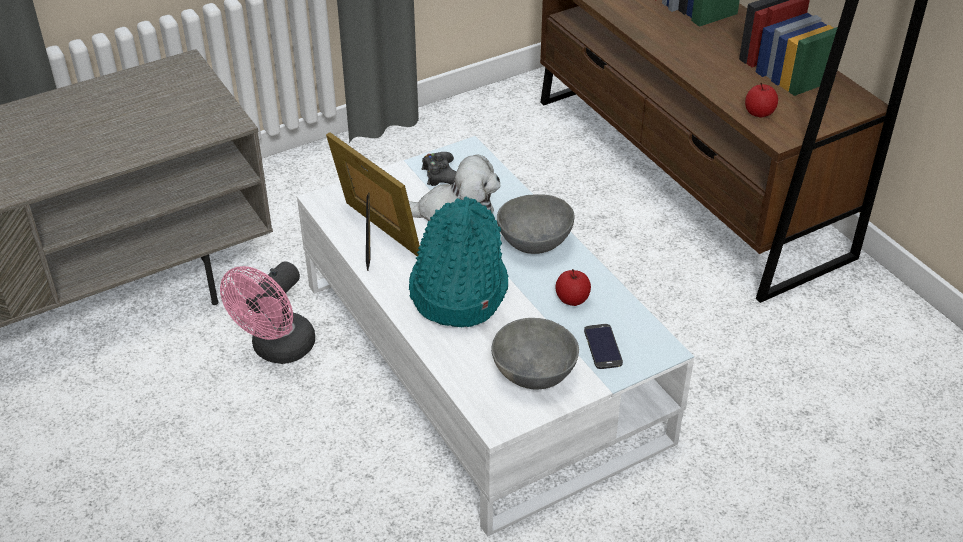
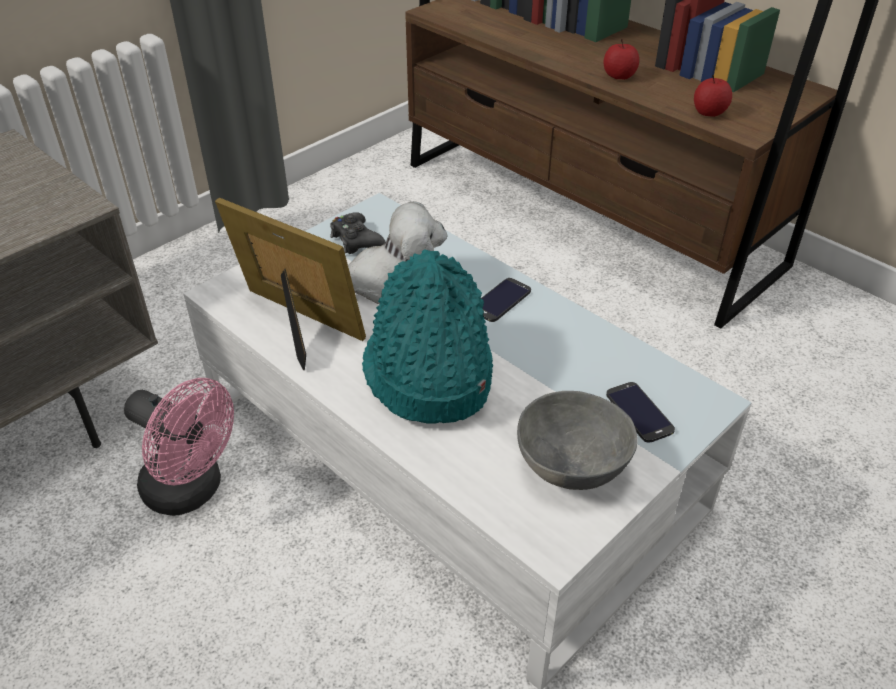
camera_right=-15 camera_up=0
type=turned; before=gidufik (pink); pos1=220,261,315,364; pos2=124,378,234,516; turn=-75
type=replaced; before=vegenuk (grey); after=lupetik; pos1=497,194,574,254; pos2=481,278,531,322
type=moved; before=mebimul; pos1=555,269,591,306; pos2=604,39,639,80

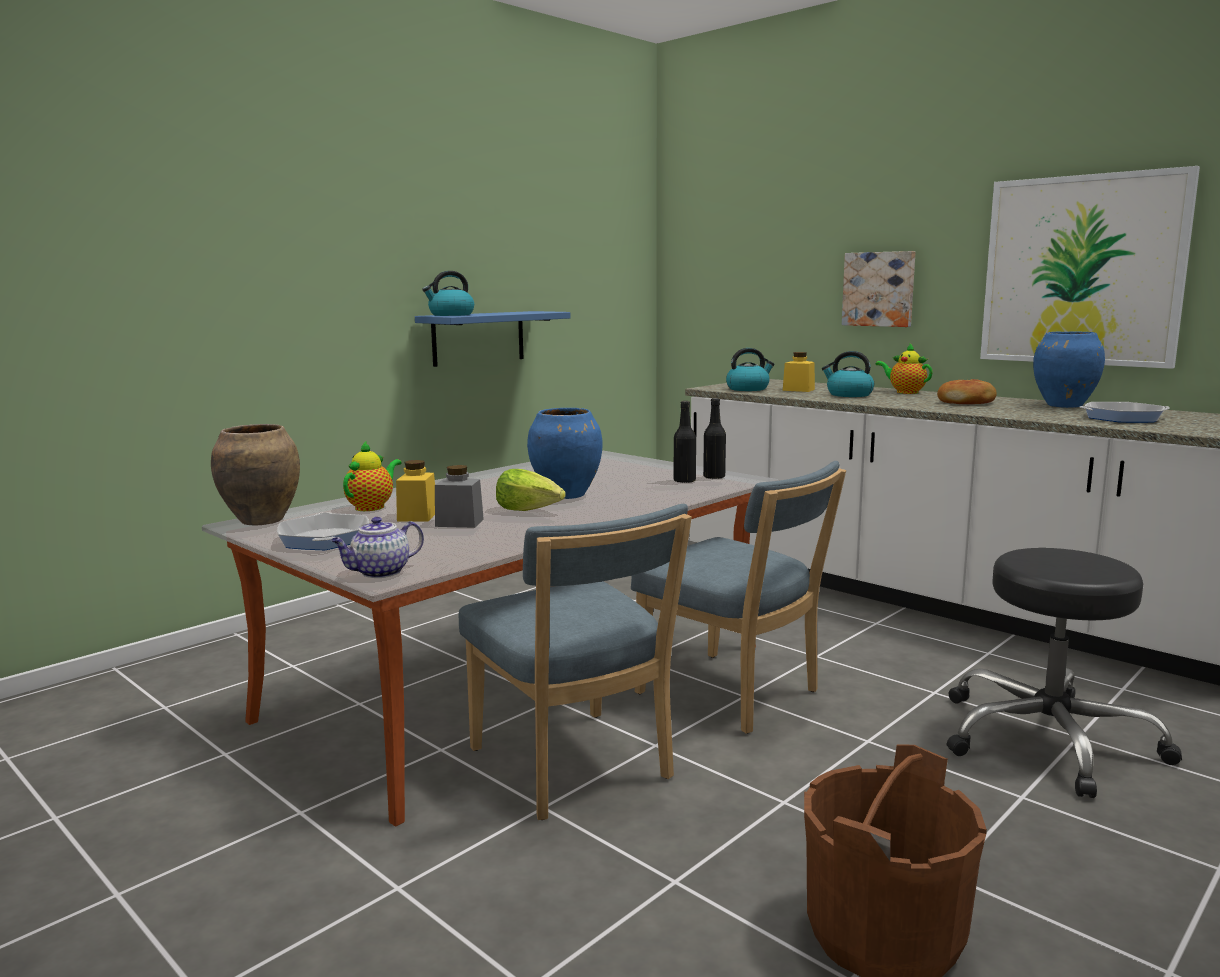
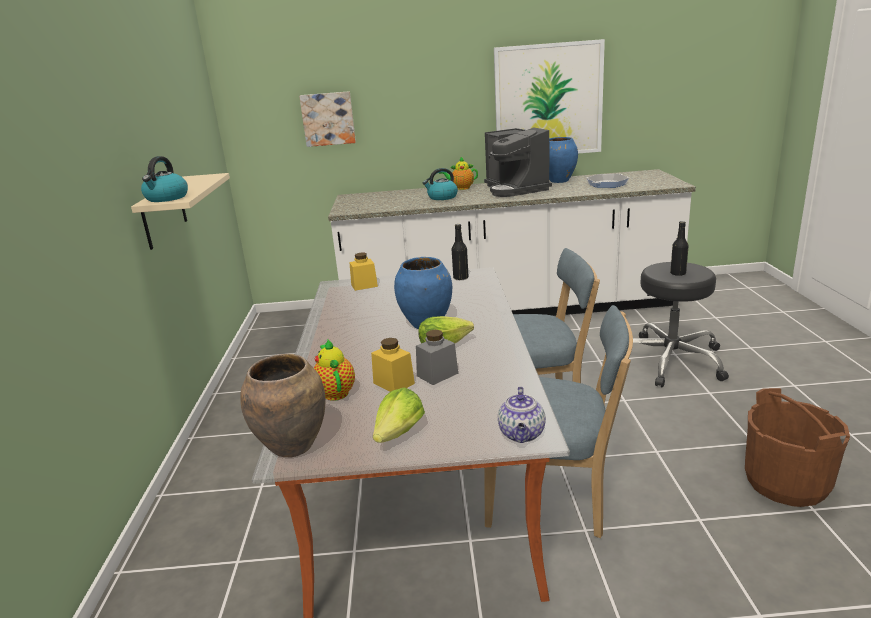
camera_right=-45 camera_up=10
type=recoloured; before=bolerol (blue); after=bolerol (beige); pos1=415,311,571,367; pos2=131,173,230,250
type=moved; before=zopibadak; pos1=842,251,916,327; pos2=299,91,356,147
type=moved; before=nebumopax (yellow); pos1=783,352,815,392; pos2=349,253,378,291
type=replaced; before=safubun; after=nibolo; pos1=277,512,369,550; pos2=373,387,425,443
type=replaced; before=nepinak; after=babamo; pos1=937,379,997,404; pos2=484,127,552,197
type=moved; before=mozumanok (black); pos1=673,401,696,483; pos2=670,221,689,276
type=removed; before=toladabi; pos1=726,348,774,391

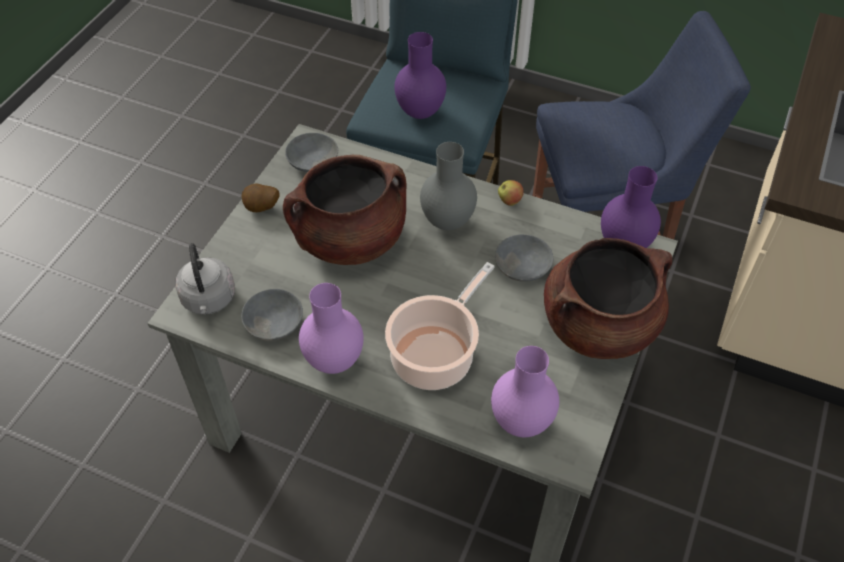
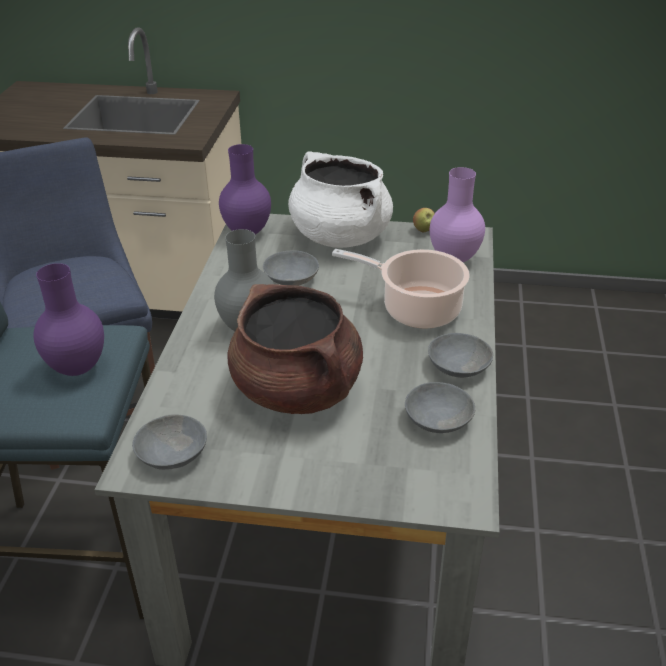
camera_right=-105 camera_up=-15
type=recoloured; before=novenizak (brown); after=novenizak (white); pos1=544,238,672,359; pos2=288,151,393,248
type=moved; before=mebimul; pos1=498,180,524,206; pos2=413,208,435,233
type=replaced; before=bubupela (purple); after=vegenuk (grey); pos1=299,283,364,374; pos2=428,333,493,378
type=removed; before=toladabi (grey); pos1=175,243,235,315
type=removed; before=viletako; pos1=242,183,280,212

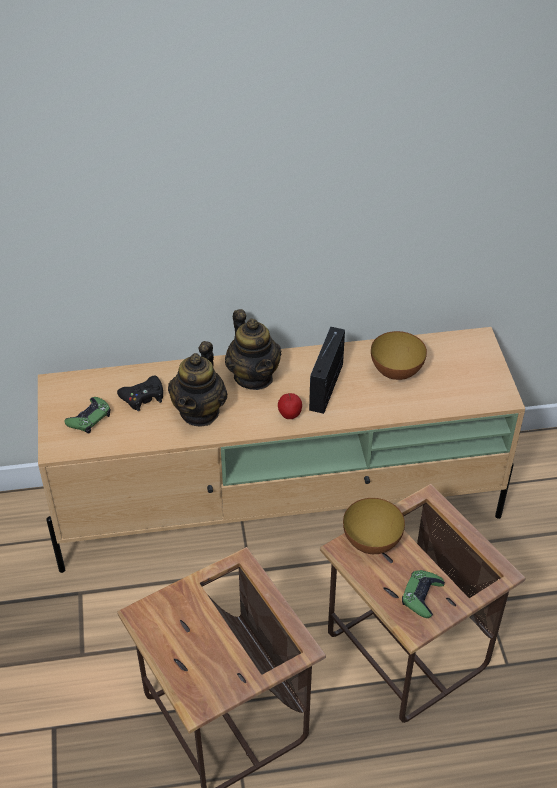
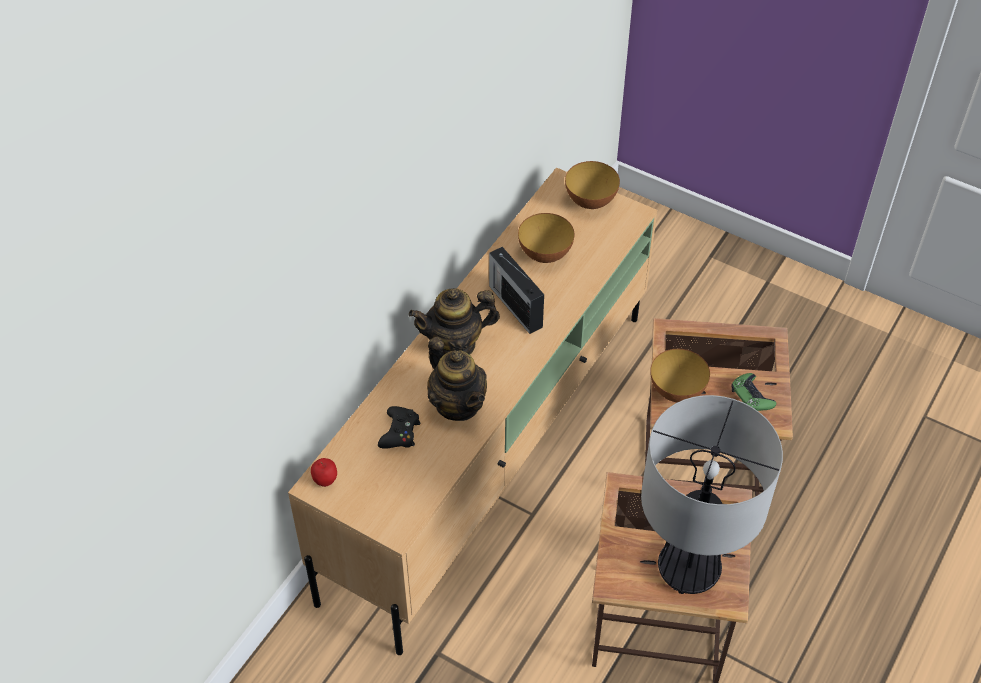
camera_right=-50 camera_up=5
type=moved; before=mebimul; pos1=278,393,302,419; pos2=311,458,337,487
type=turned; before=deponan; pos1=225,309,281,390; pos2=409,288,500,355; turn=150
type=added; after=vegenuk; pos2=565,161,620,209
type=added; after=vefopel; pos2=641,395,783,594
type=removed; before=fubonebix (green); pos1=64,397,111,434

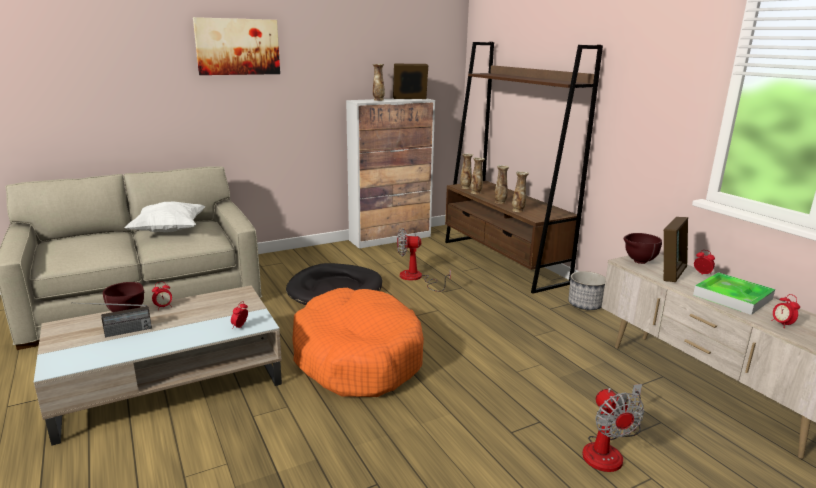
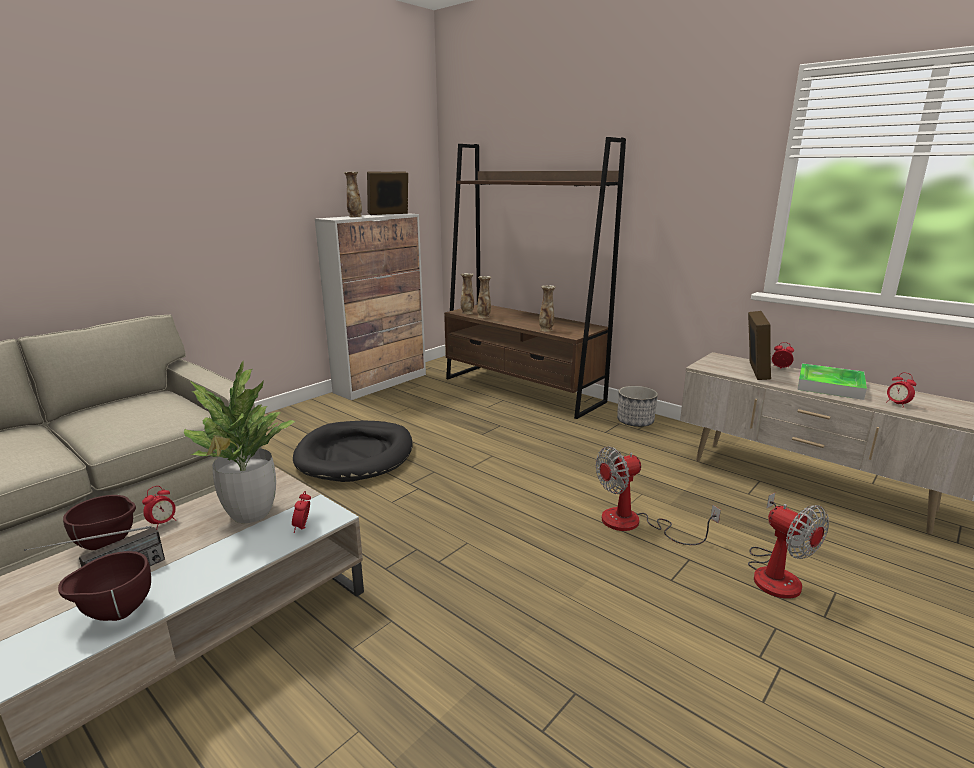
camera_right=-20 camera_up=0
type=moved; before=vegenuk (brown); pos1=624,233,662,264; pos2=58,551,151,621
type=added; after=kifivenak; pos2=184,360,296,523
type=moved; before=gidufik; pos1=397,228,451,292; pos2=595,447,721,545
type=removed; before=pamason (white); pos1=124,202,206,232
type=removed; before=zopibadak; pos1=193,17,280,75
type=removed; before=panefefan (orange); pos1=292,288,424,397
type=removed; before=bubupela; pos1=494,165,509,204

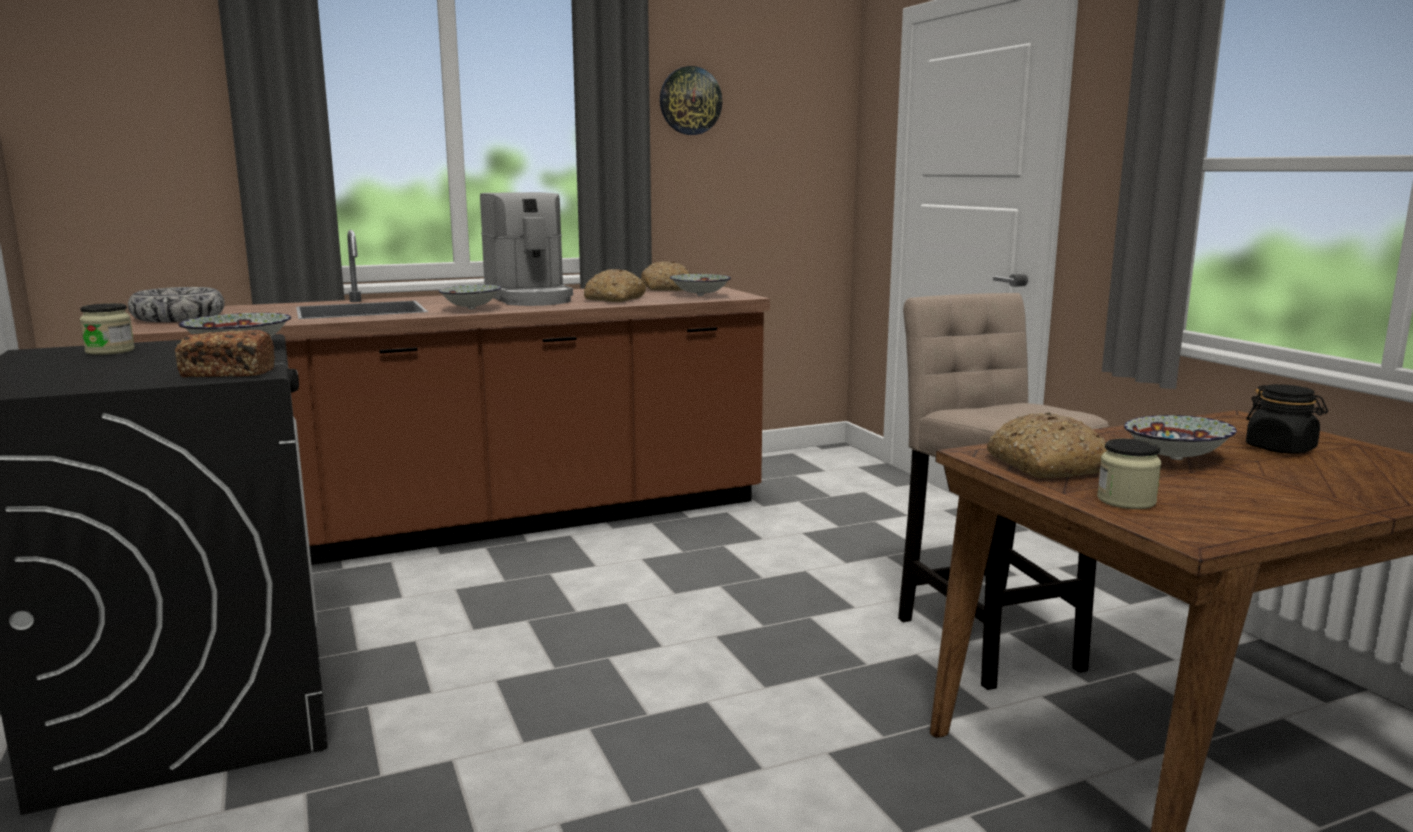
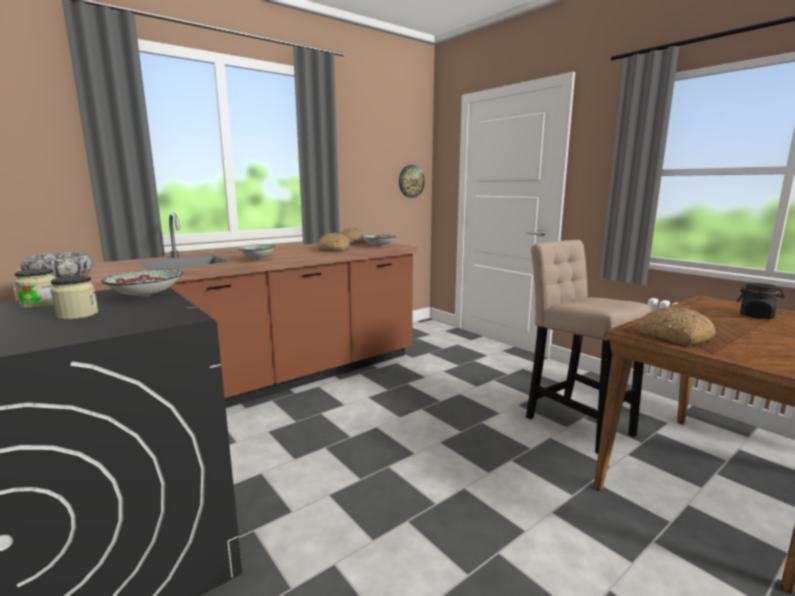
camera_right=-15 camera_up=0
type=moved; before=nebumopax; pos1=1097,438,1161,509; pos2=50,275,98,320
type=moved; before=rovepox; pos1=660,66,722,135; pos2=399,165,425,198
type=removed; before=nepinak; pos1=175,330,275,377
type=removed; before=babamo; pos1=480,192,573,306
type=removed; before=vegenuk; pos1=1124,415,1237,460

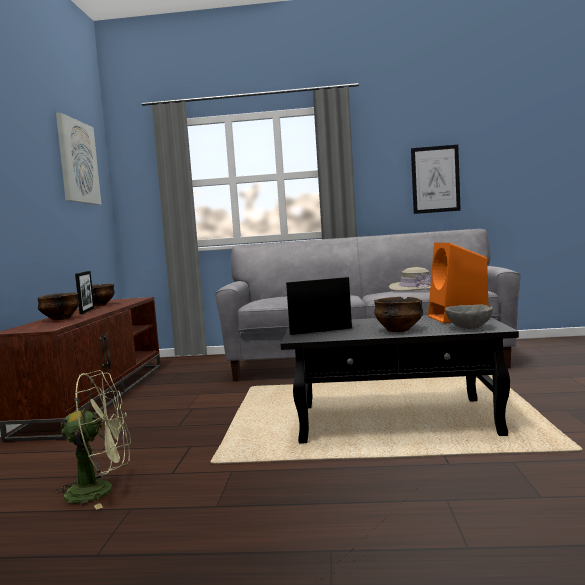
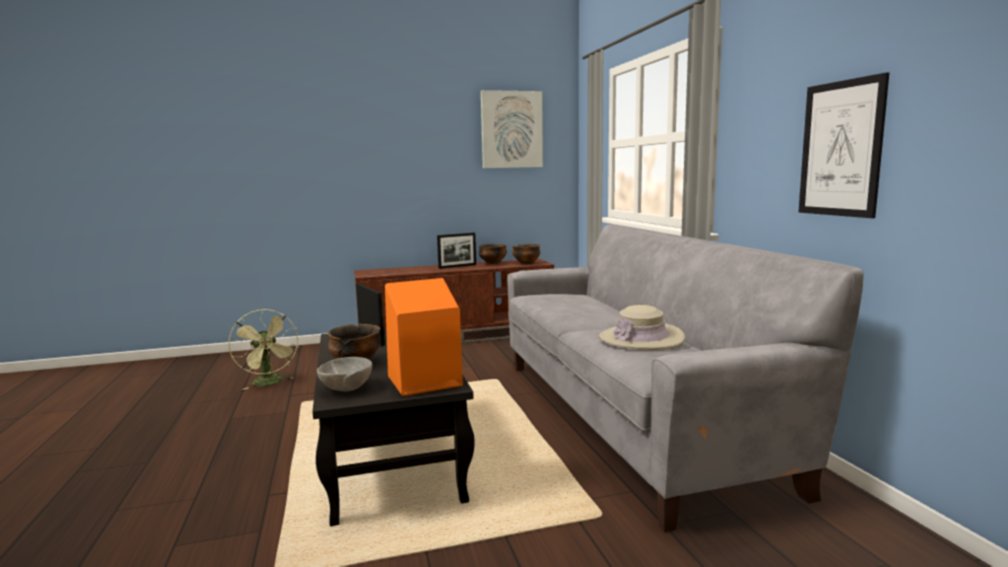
camera_right=70 camera_up=5
type=moved; before=vegenuk; pos1=38,293,79,320; pos2=512,244,541,264

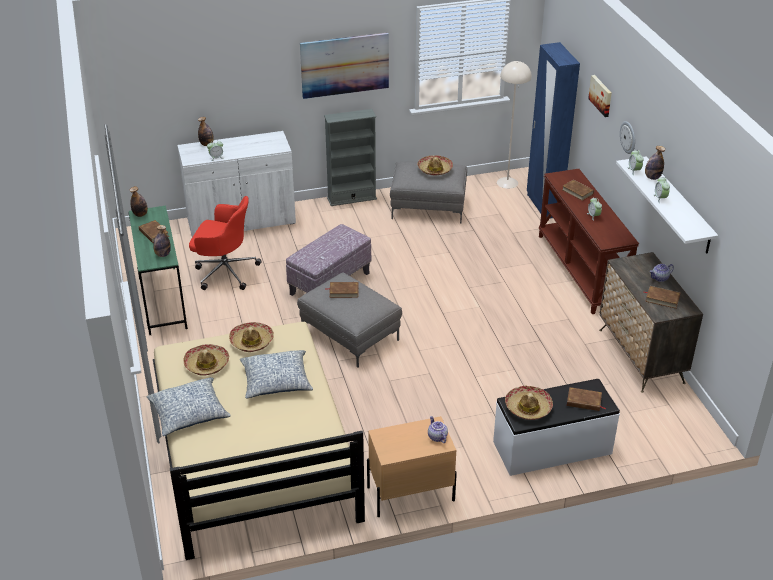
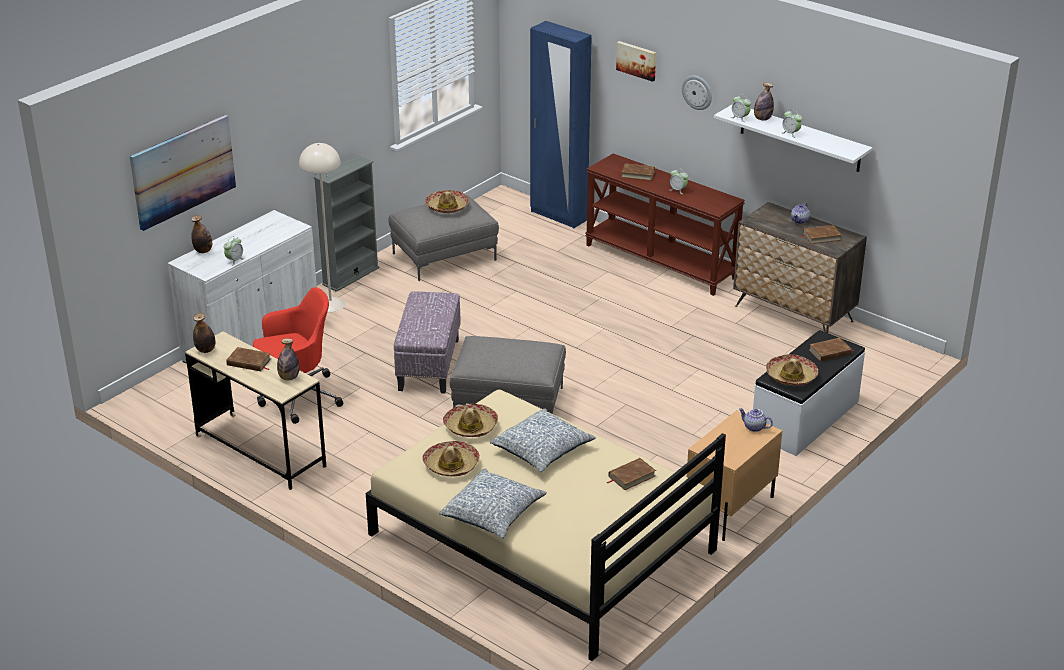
camera_right=-35 camera_up=-5
type=moved; before=zopibadak; pos1=300,32,389,99; pos2=130,115,236,231
type=recoloured; before=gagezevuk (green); after=gagezevuk (beige); pos1=128,206,188,336; pos2=185,331,326,490
type=moved; before=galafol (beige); pos1=497,61,532,189; pos2=299,143,345,312
type=moved; before=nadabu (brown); pos1=327,282,359,298; pos2=607,458,656,490

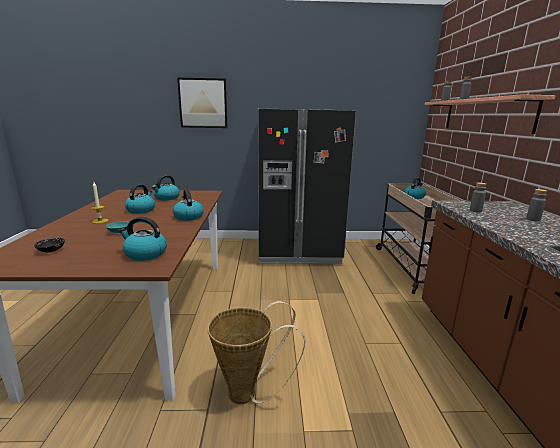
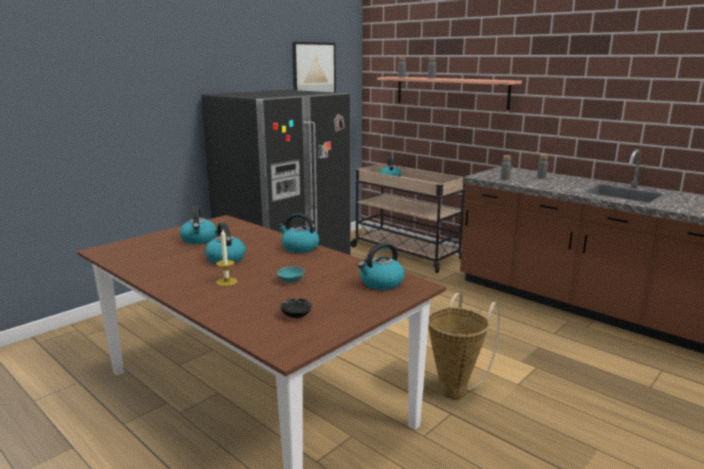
camera_right=-45 camera_up=0
type=moved; before=zopibadak; pos1=177,78,228,128; pos2=292,42,336,93

